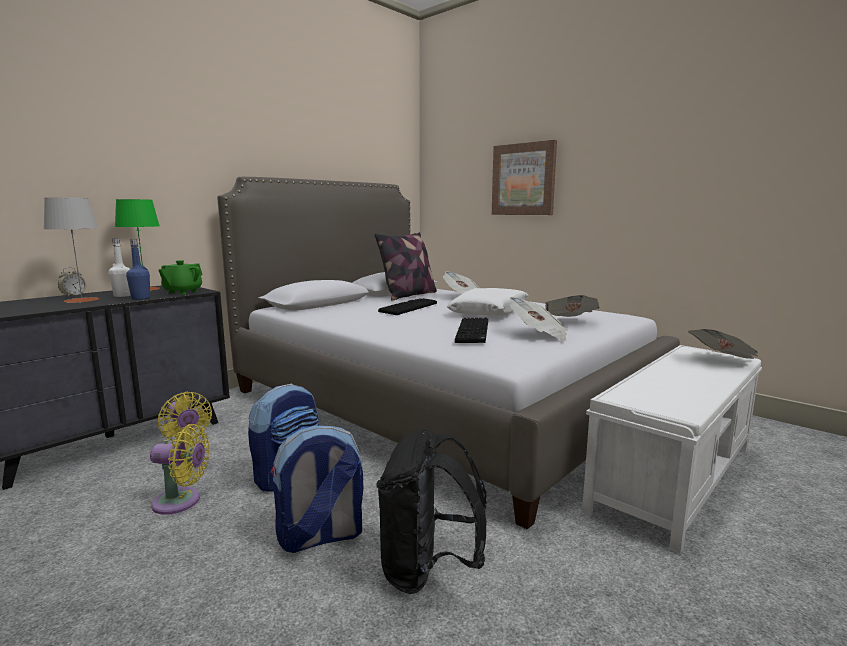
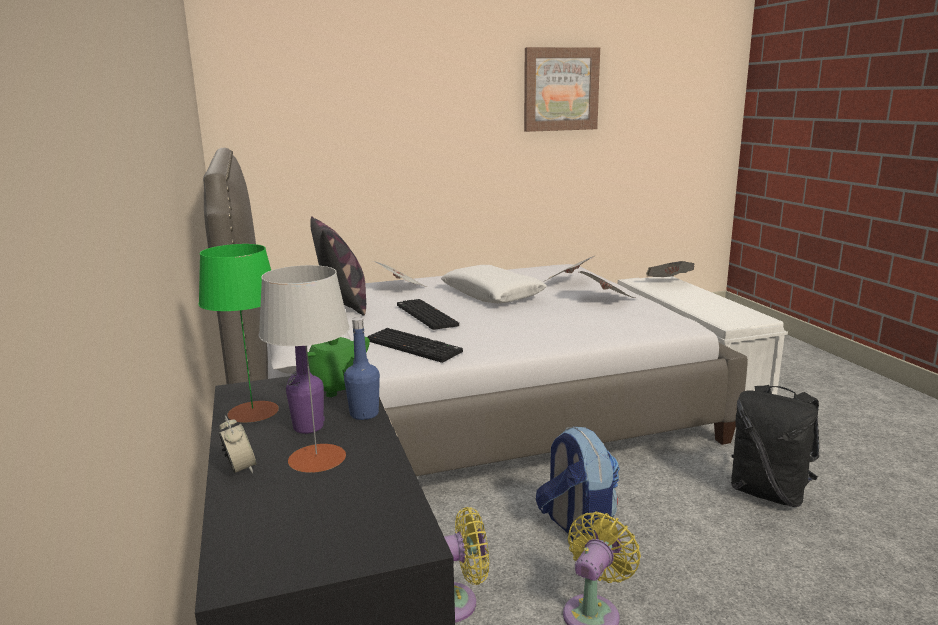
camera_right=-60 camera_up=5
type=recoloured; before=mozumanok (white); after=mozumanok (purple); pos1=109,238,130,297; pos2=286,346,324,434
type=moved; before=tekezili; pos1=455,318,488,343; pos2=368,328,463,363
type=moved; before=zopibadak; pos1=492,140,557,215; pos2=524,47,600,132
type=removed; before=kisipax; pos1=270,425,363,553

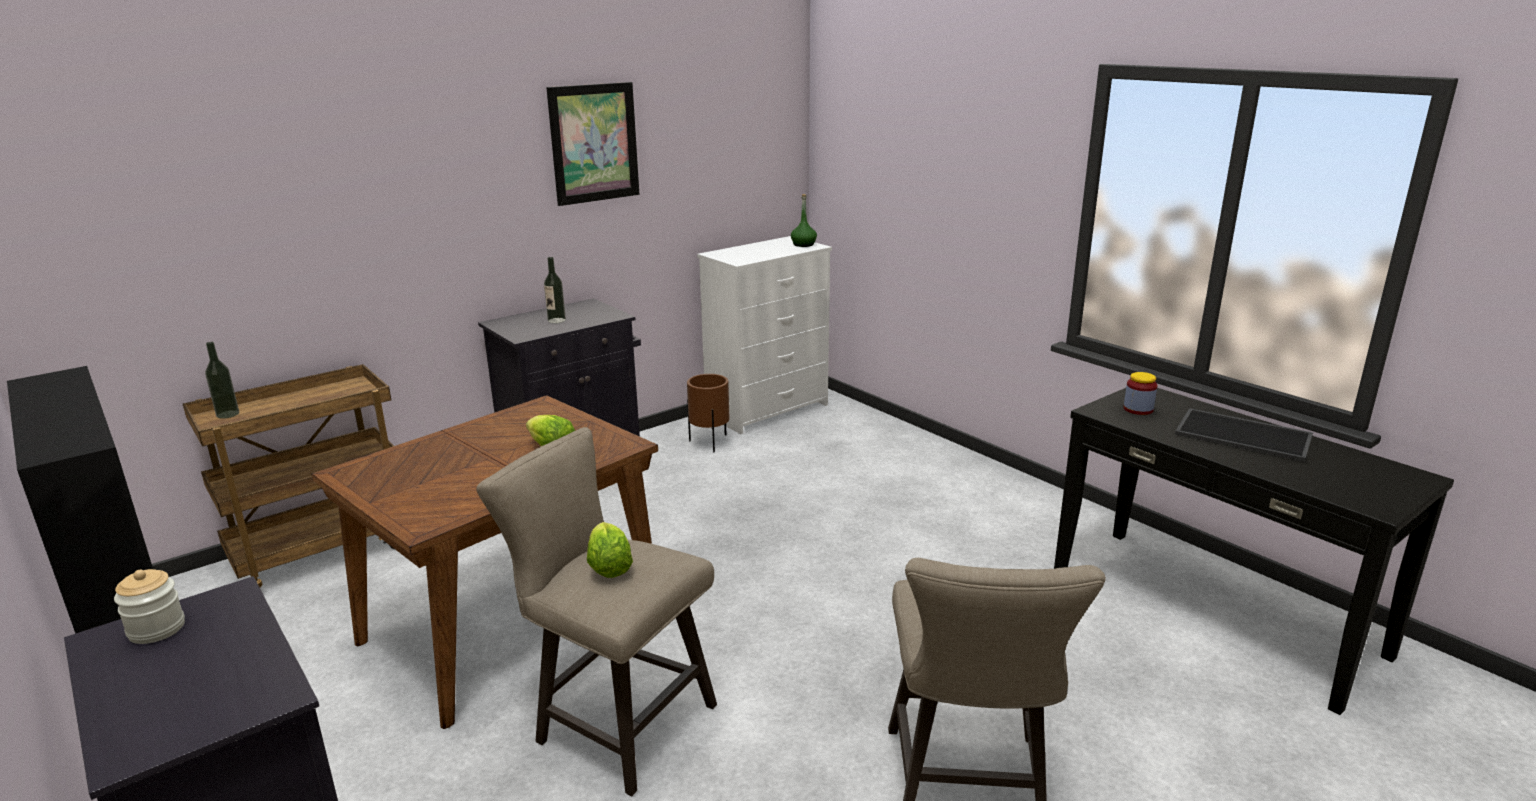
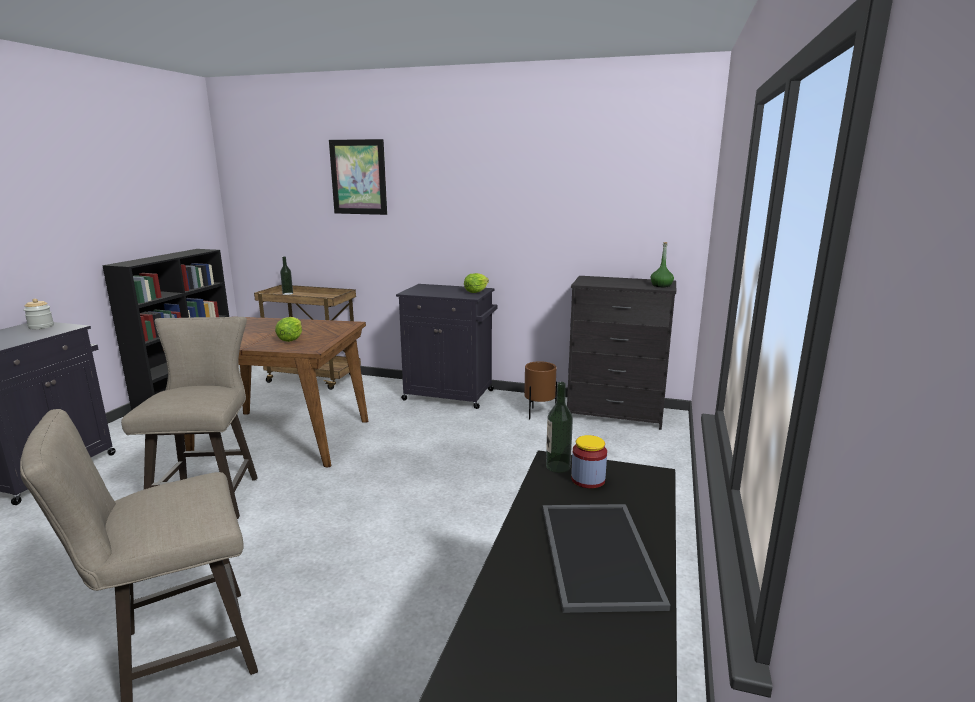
camera_right=55 camera_up=-5
type=moved; before=zopibadak; pos1=546,82,639,206; pos2=329,139,387,215
type=moved; before=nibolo; pos1=587,522,633,578; pos2=464,273,489,293
type=moved; before=mozumanok; pos1=544,257,566,323; pos2=546,382,573,473
type=recoloured; before=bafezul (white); after=bafezul (black); pos1=697,236,832,434; pos2=567,276,676,430

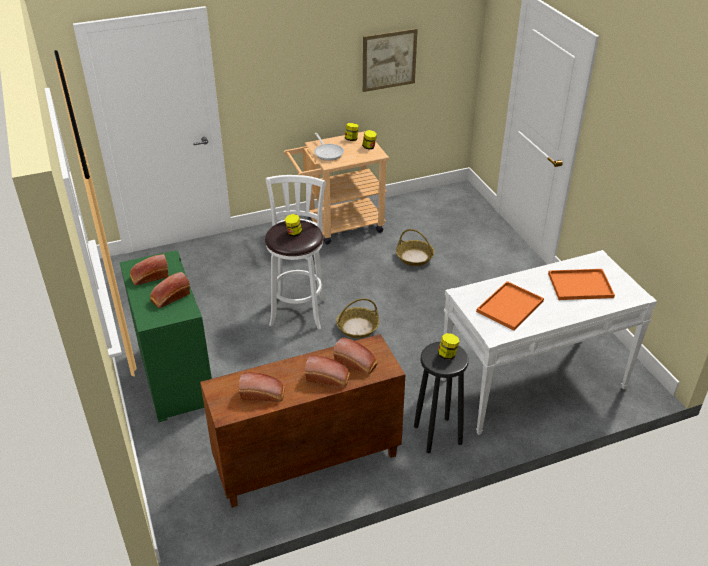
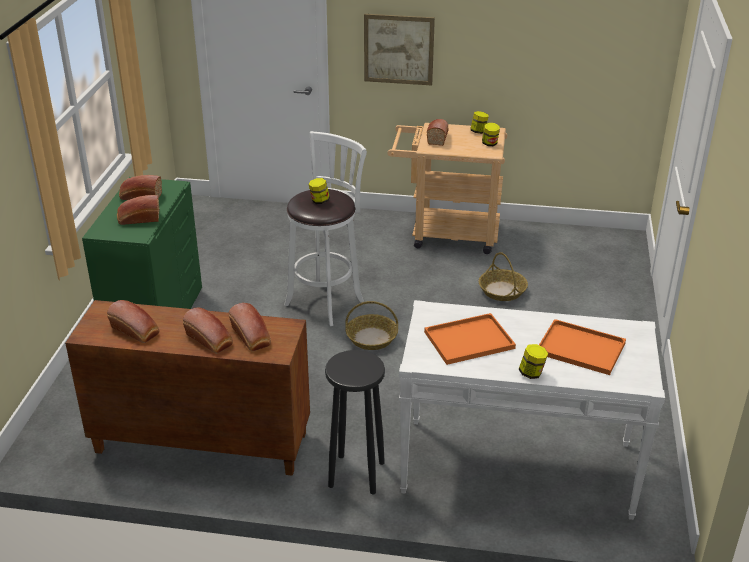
camera_right=30 camera_up=-5
type=moved; before=zopibadak; pos1=363,28,418,92; pos2=364,14,435,85
type=replaced; before=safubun; after=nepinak; pos1=314,133,344,161; pos2=427,119,449,146
type=moved; before=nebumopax; pos1=438,333,459,360; pos2=519,344,548,379

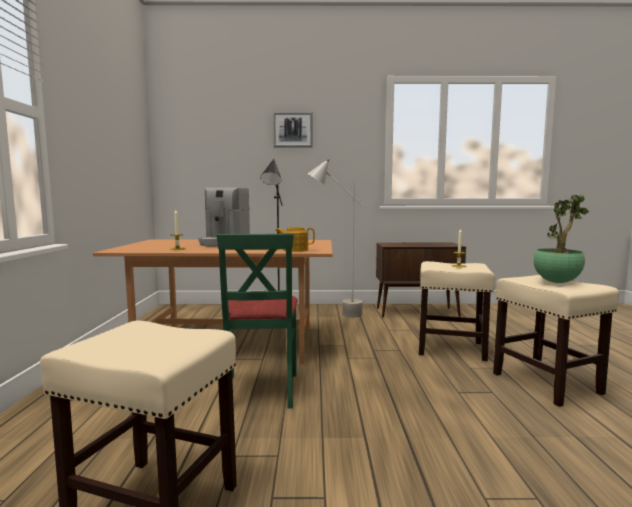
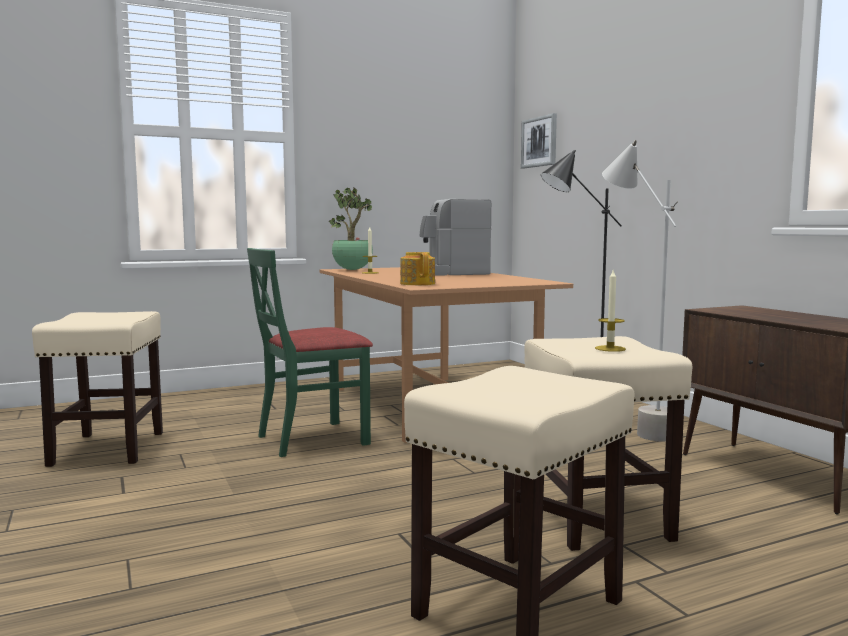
camera_right=65 camera_up=0
type=moved; before=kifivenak; pos1=534,194,589,283; pos2=329,188,373,270
type=moved; before=zopibadak; pos1=273,112,313,147; pos2=521,113,557,169

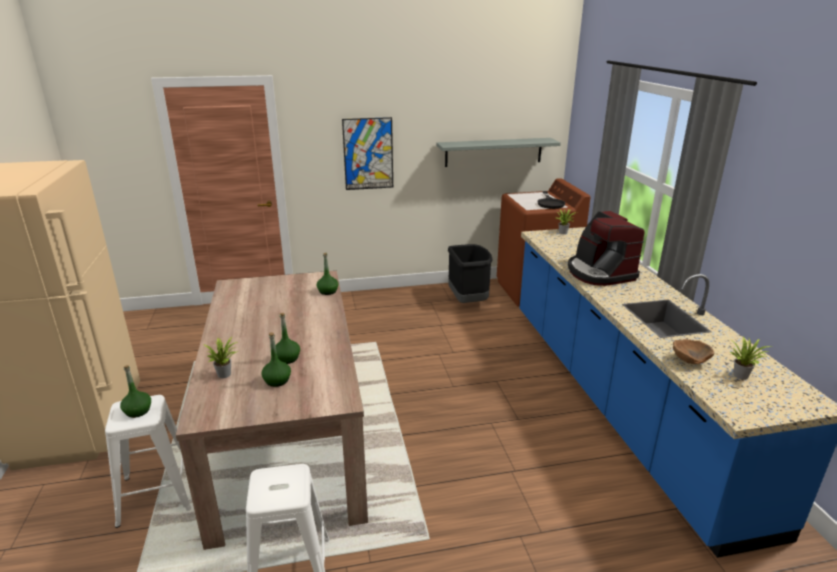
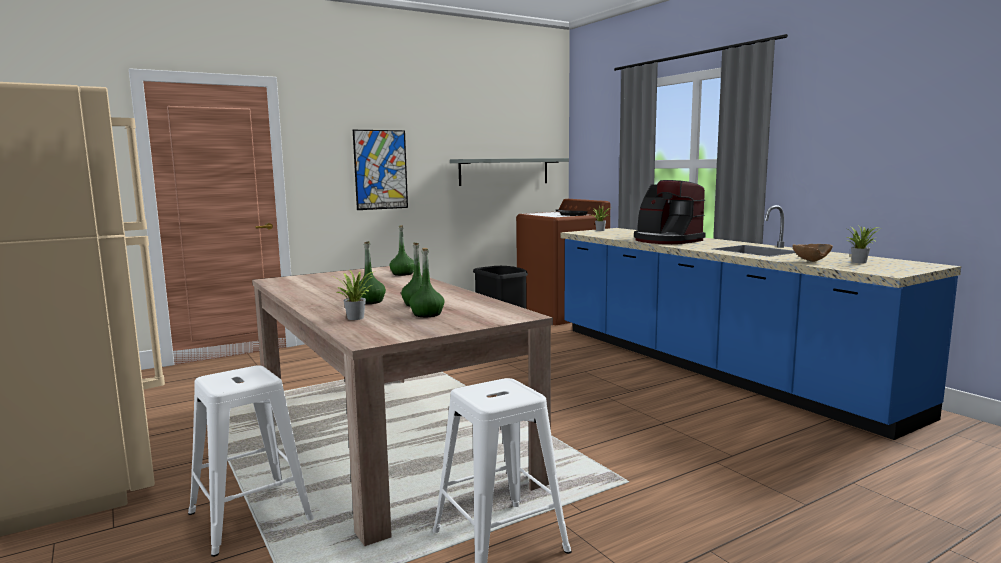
camera_right=-20 camera_up=-15
type=moved; before=mozumanok (green); pos1=120,365,151,418; pos2=358,241,386,304

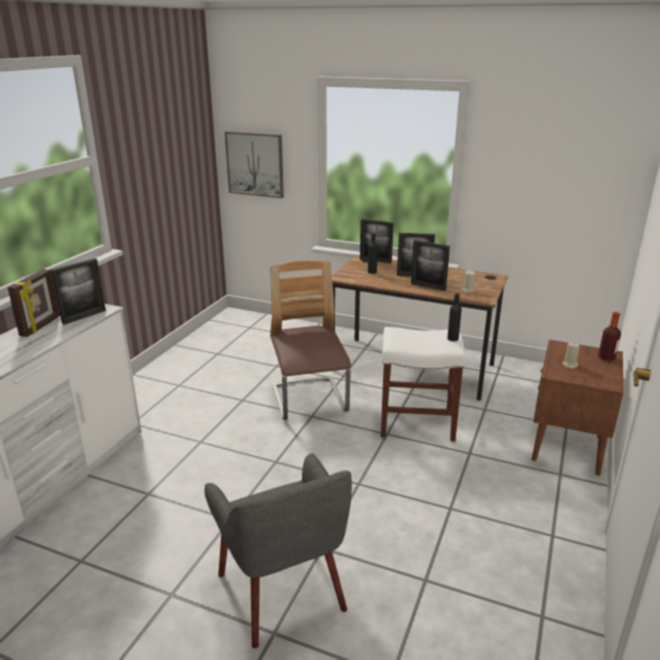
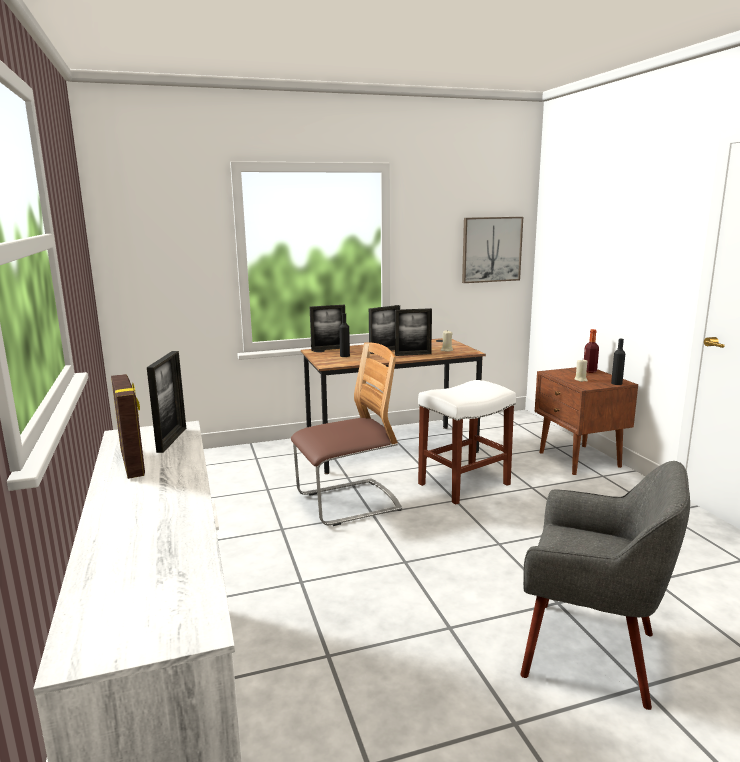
camera_right=-40 camera_up=-10
type=turned; before=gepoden; pos1=270,260,351,420; pos2=291,342,402,526; turn=120
type=moved; before=zopibadak; pos1=225,131,284,198; pos2=462,217,523,283
type=moved; before=mozumanok (black); pos1=447,293,462,341; pos2=611,339,626,385

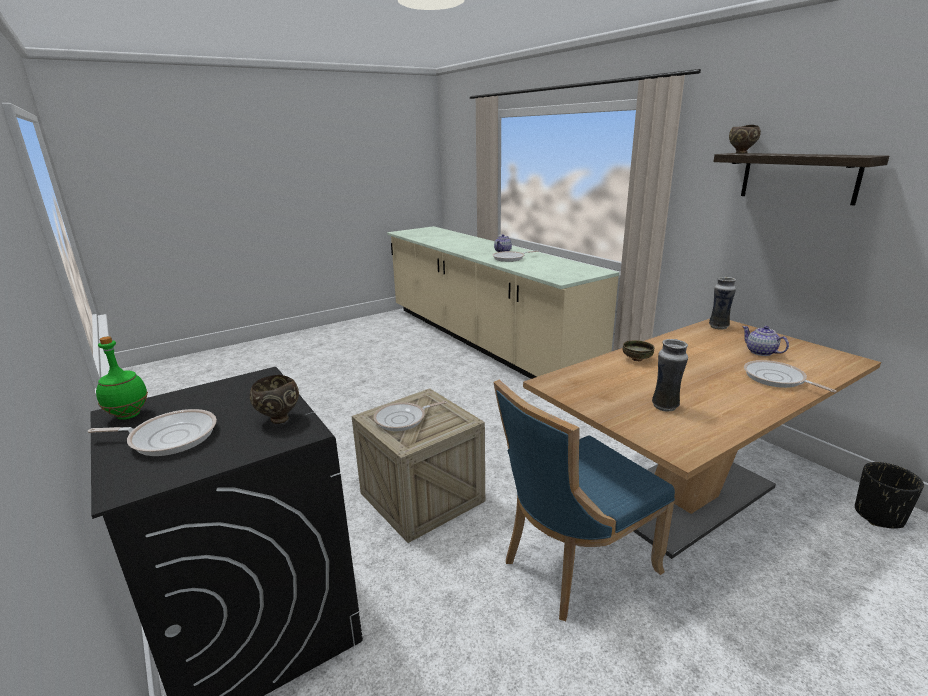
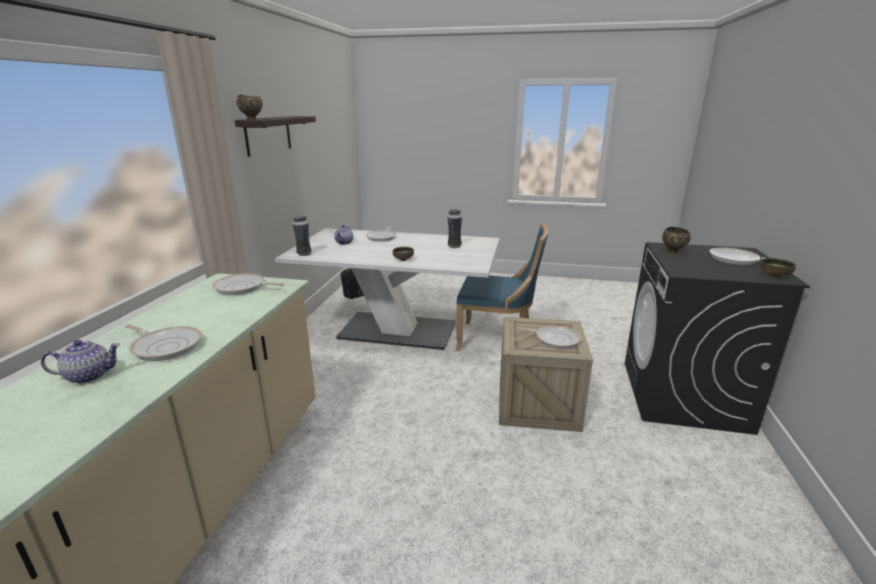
camera_right=-135 camera_up=0
type=added; after=safubun; pos2=212,273,284,295
type=recoloured; before=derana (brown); after=derana (white); pos1=523,319,881,559; pos2=275,228,500,350
type=replaced; before=mozumanok (green); after=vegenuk; pos1=96,336,148,420; pos2=760,258,796,278

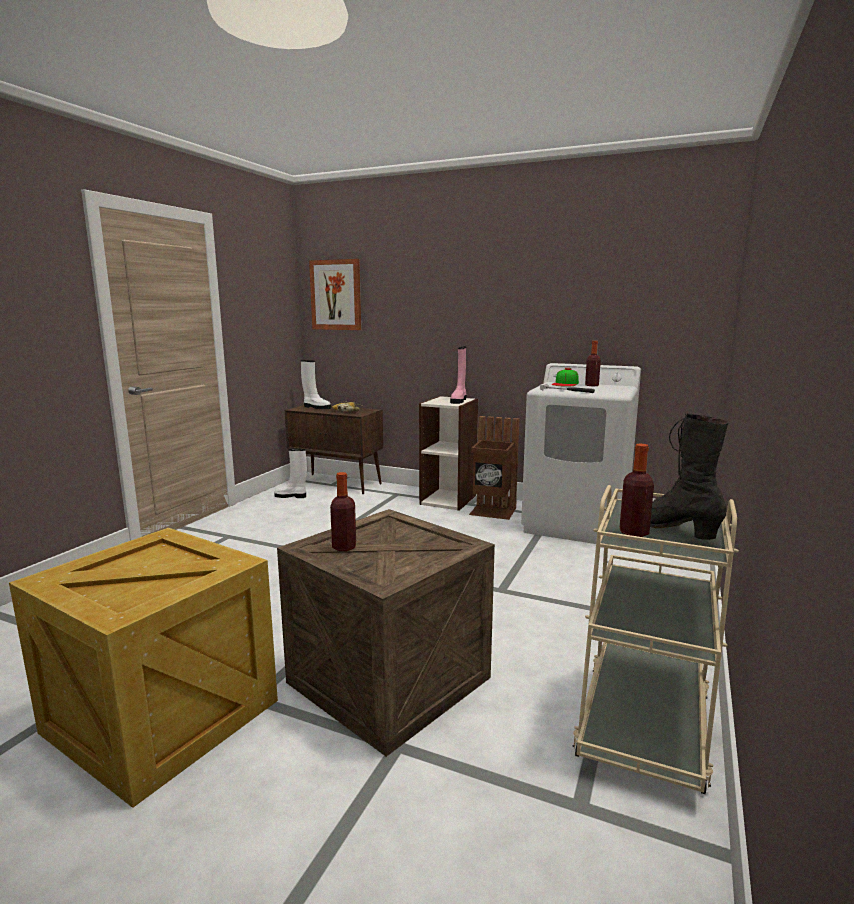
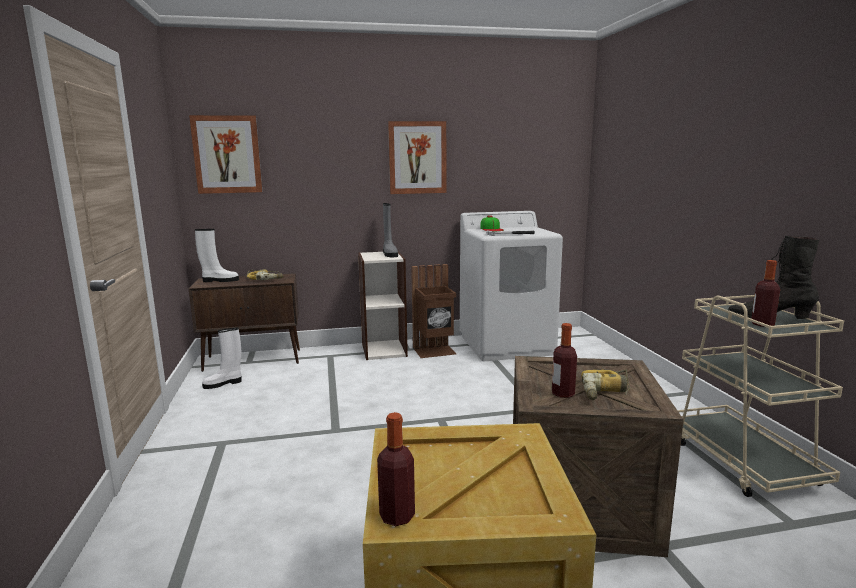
camera_right=-35 camera_up=0
type=moved; before=mozumanok; pos1=585,341,601,386; pos2=377,412,415,526
type=recoloured; before=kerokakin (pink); after=kerokakin (grey); pos1=450,347,467,404; pos2=383,203,398,257
type=added; after=zopibadak; pos2=388,121,447,194
type=added; after=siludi; pos2=581,369,630,400

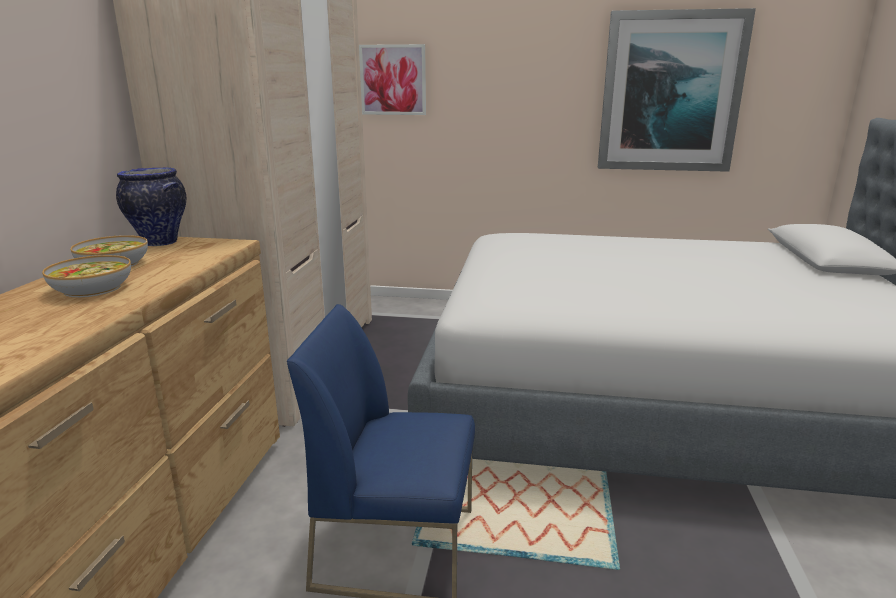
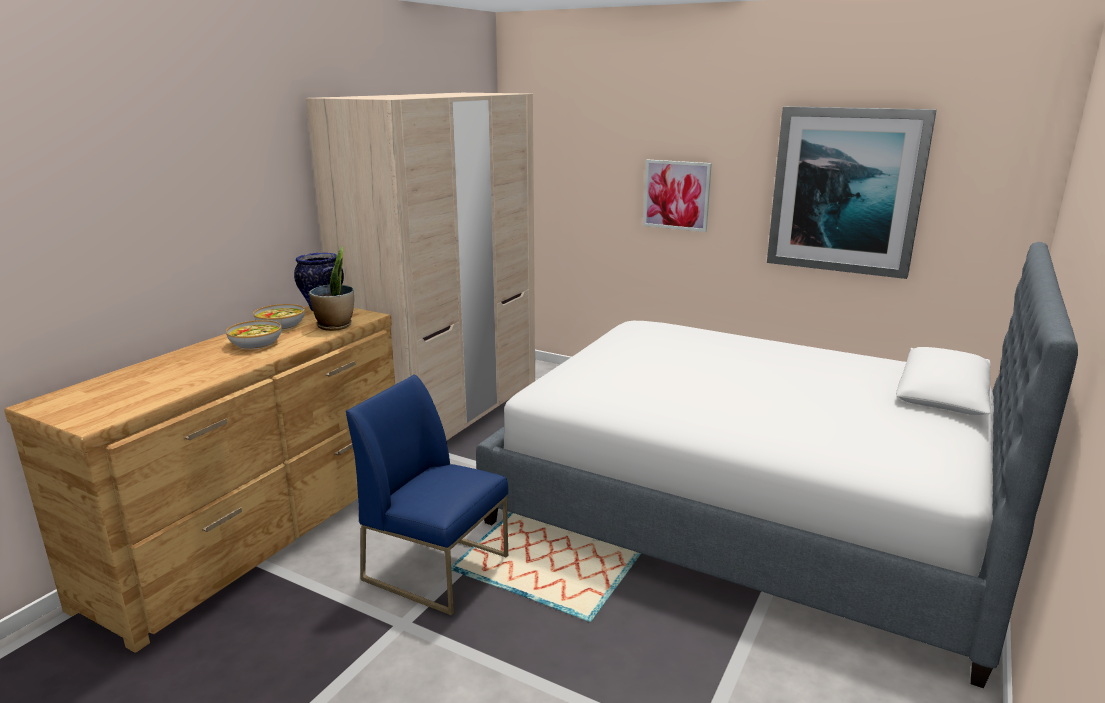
camera_right=20 camera_up=0
type=added; after=kifivenak; pos2=309,247,354,331
type=moved; before=zopibadak; pos1=359,44,426,115; pos2=643,160,712,232

